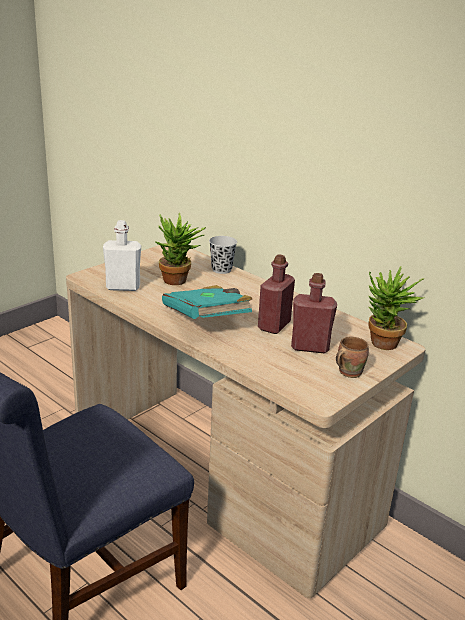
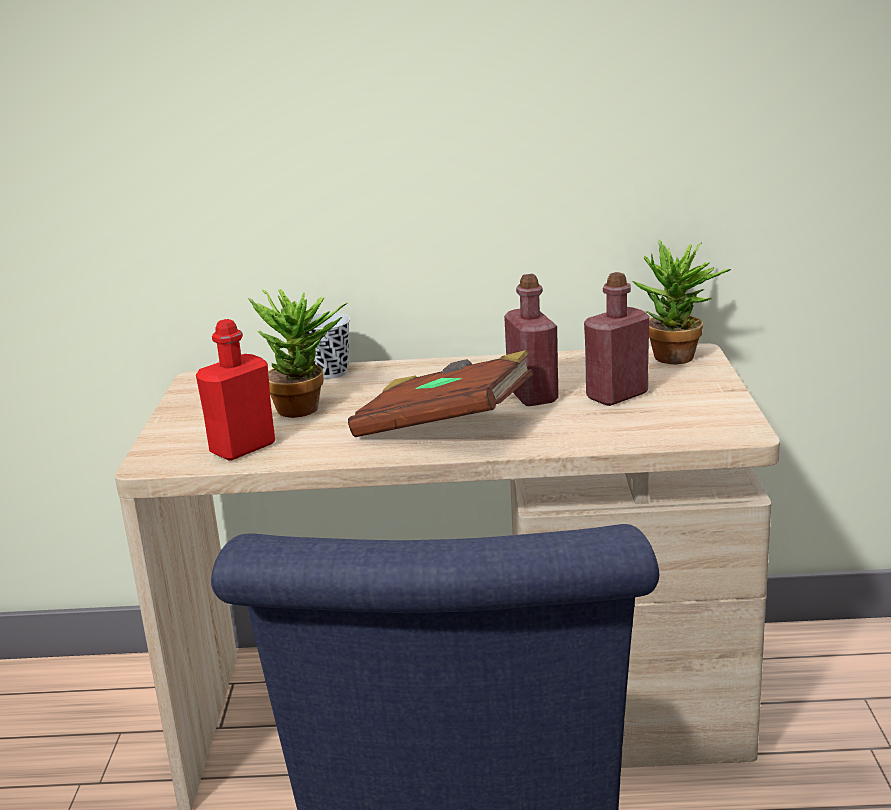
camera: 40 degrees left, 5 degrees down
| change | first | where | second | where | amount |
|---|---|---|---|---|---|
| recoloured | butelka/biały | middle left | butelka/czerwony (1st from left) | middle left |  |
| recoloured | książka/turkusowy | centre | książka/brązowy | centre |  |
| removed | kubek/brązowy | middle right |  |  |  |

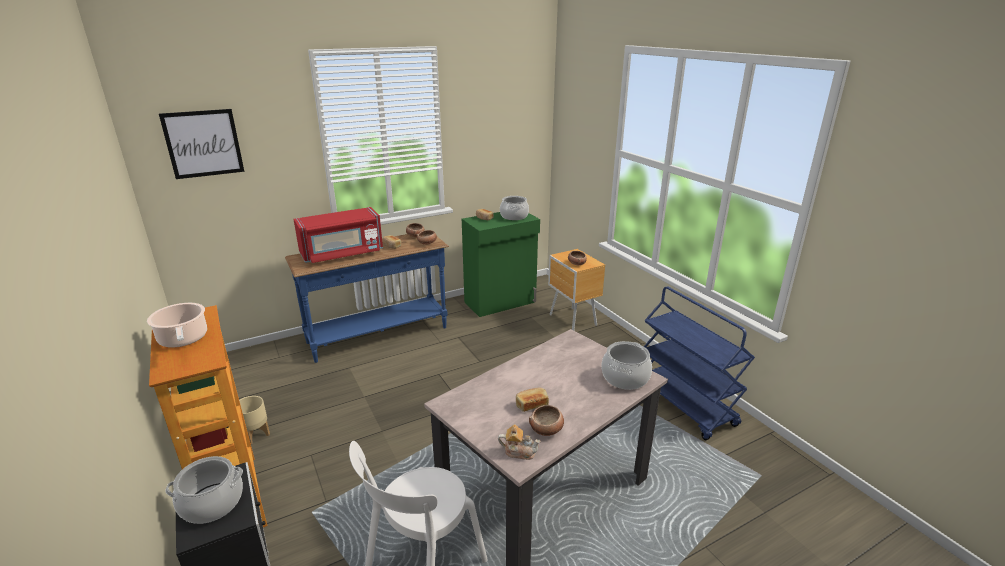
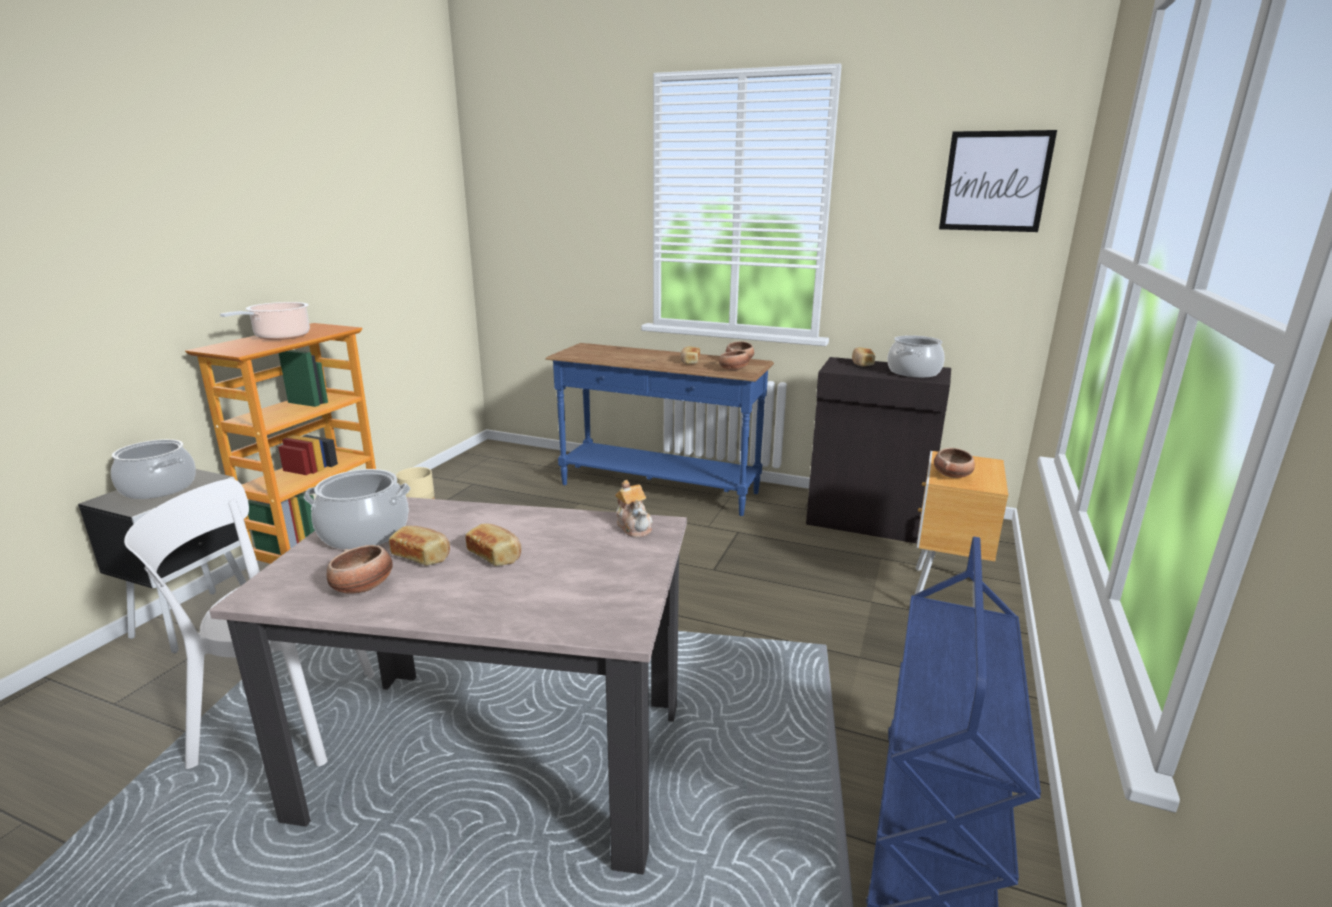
camera: 50 degrees right, 5 degrees down
| change | first | where | second | where | amount |
|---|---|---|---|---|---|
| moved | obraz | top left |  | top right |  |
| removed | mikrofalówka/czerwony | centre |  |  |  |
| recoloured | szafka/zielony | centre | szafka/czarny | centre |  |
| moved | garnek (4th from left in the first image) | centre | garnek (3rd from left) | middle left |  |
| moved | imbryk | bottom centre |  | centre |  |
| added |  |  | chleb (2nd from left) | centre |  |

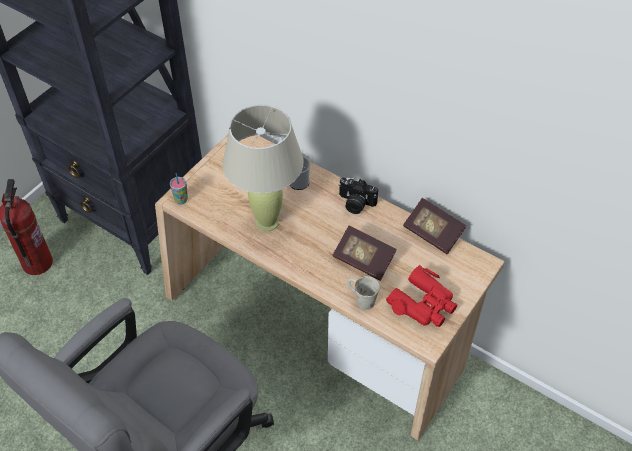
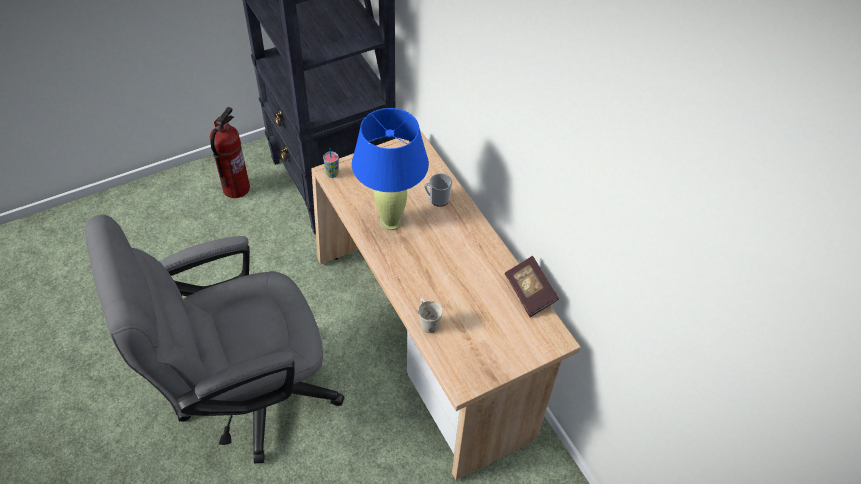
camera: 25 degrees right, 0 degrees up
| change | first | where | second | where | amount |
|---|---|---|---|---|---|
| recoloured | lampa stołowa/beżowy | centre | lampa stołowa/niebieski | centre |  |
| removed | aparat fotograficzny | centre |  |  |  |
| removed | książka (1st from left) | centre |  |  |  |
| removed | lornetka/czerwony | centre |  |  |  |

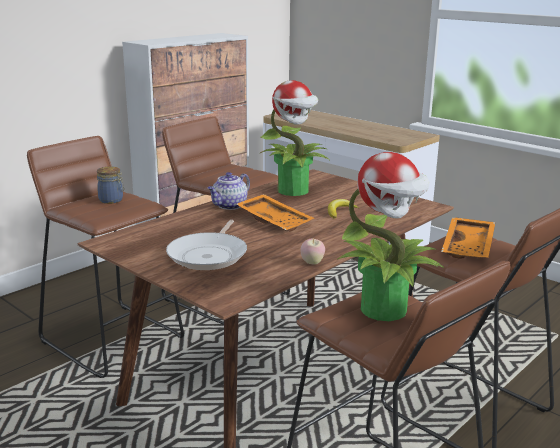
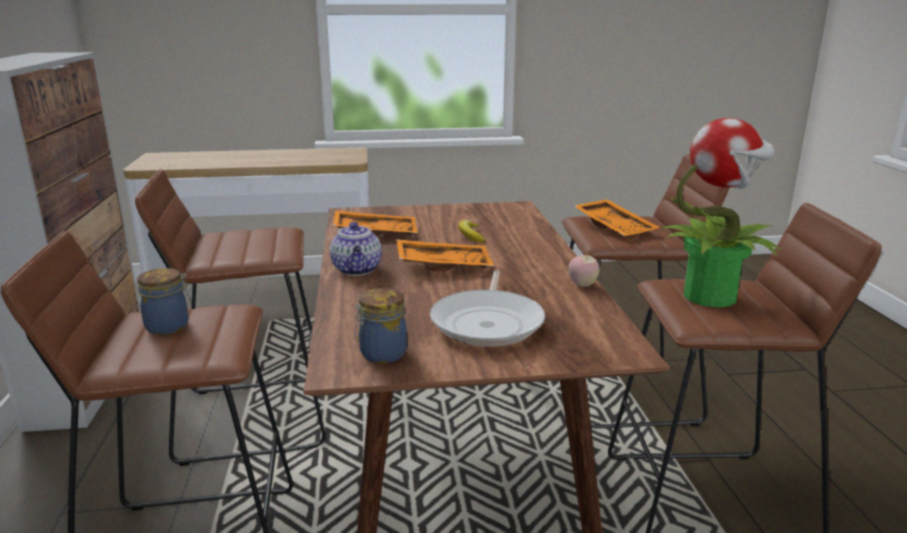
camera: 50 degrees left, 0 degrees up
| change | first | where | second | where | amount |
|---|---|---|---|---|---|
| replaced | roślina doniczkowa (1st from left) | top centre | taca/pomarańczowy (1st from left) | centre |  |
| turned | patelnia | centre |  | centre | 45 degrees clockwise |
| added |  |  | słoik (2nd from left) | centre |  |

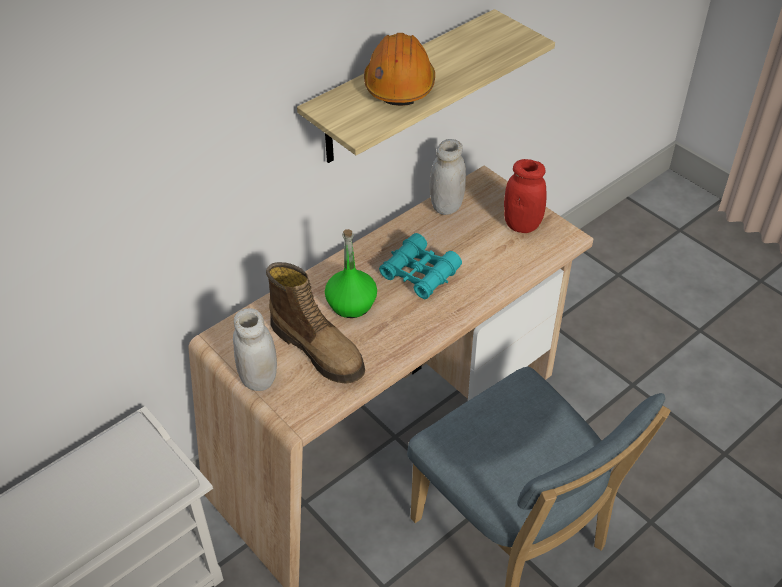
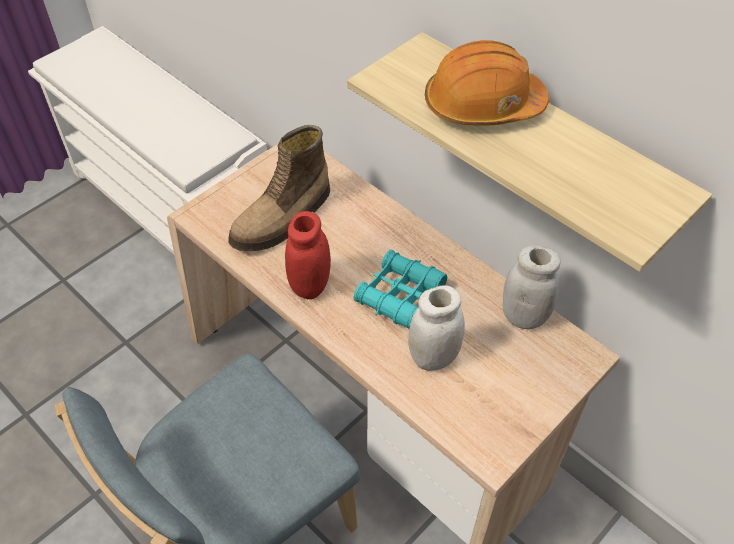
camera: 85 degrees right, 5 degrees up
| change | first | where | second | where | amount |
|---|---|---|---|---|---|
| moved | słoik/czerwony | middle right |  | centre |  |
| removed | butelka/zielony | centre |  |  |  |
| moved | słoik/biały (1st from left) | middle left |  | centre |  |

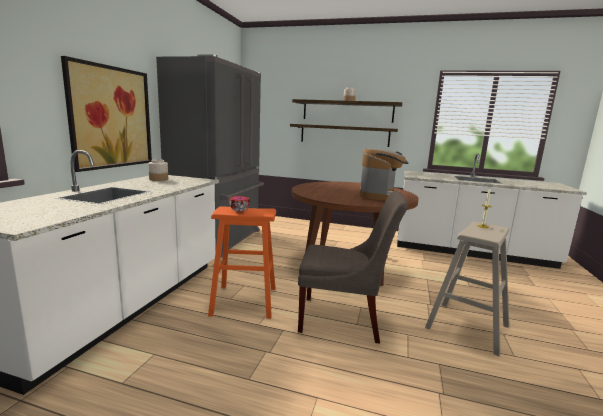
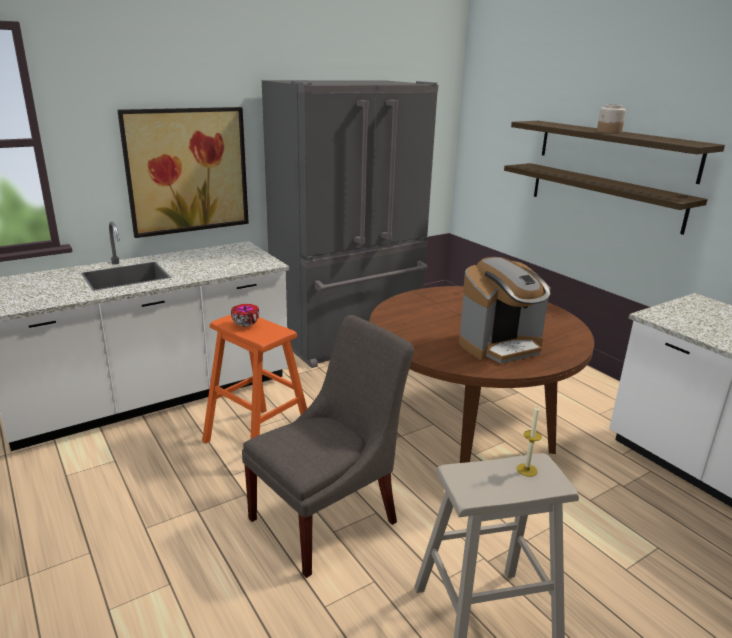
camera: 40 degrees right, 10 degrees up
| change | first | where | second | where | amount |
|---|---|---|---|---|---|
| removed | słoik (1st from left) | middle left |  |  |  |
| turned | krzesło/szary | centre |  | bottom centre | 90 degrees counterclockwise |

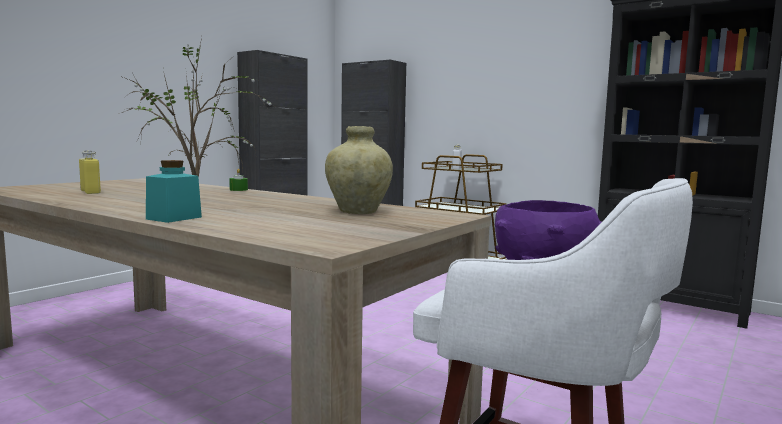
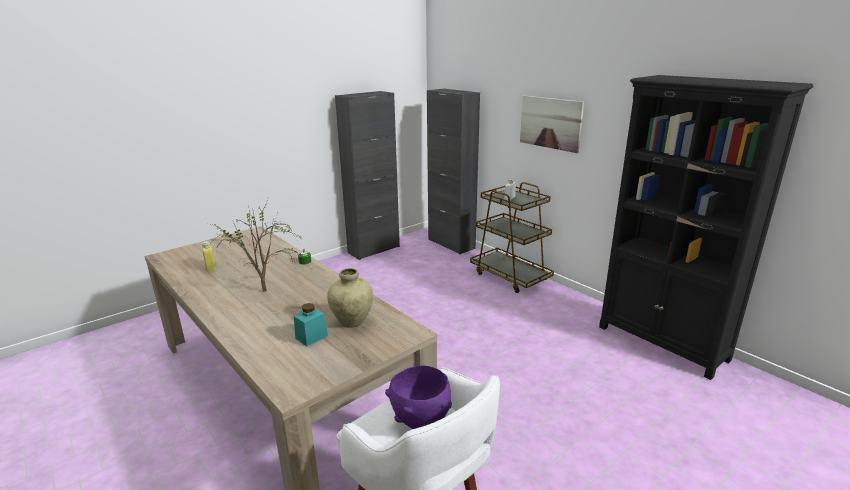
camera: 15 degrees right, 15 degrees up
| change | first | where | second | where | amount |
|---|---|---|---|---|---|
| moved | słoik/turkusowy | middle left |  | centre |  |
| added |  |  | obraz | top centre |  |

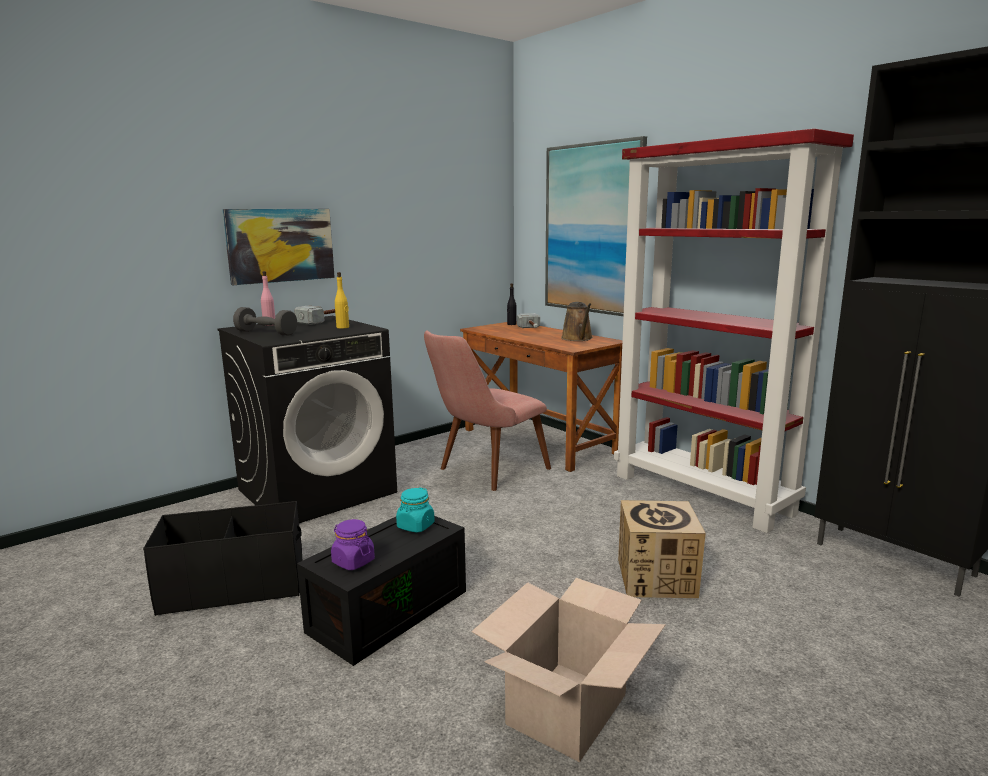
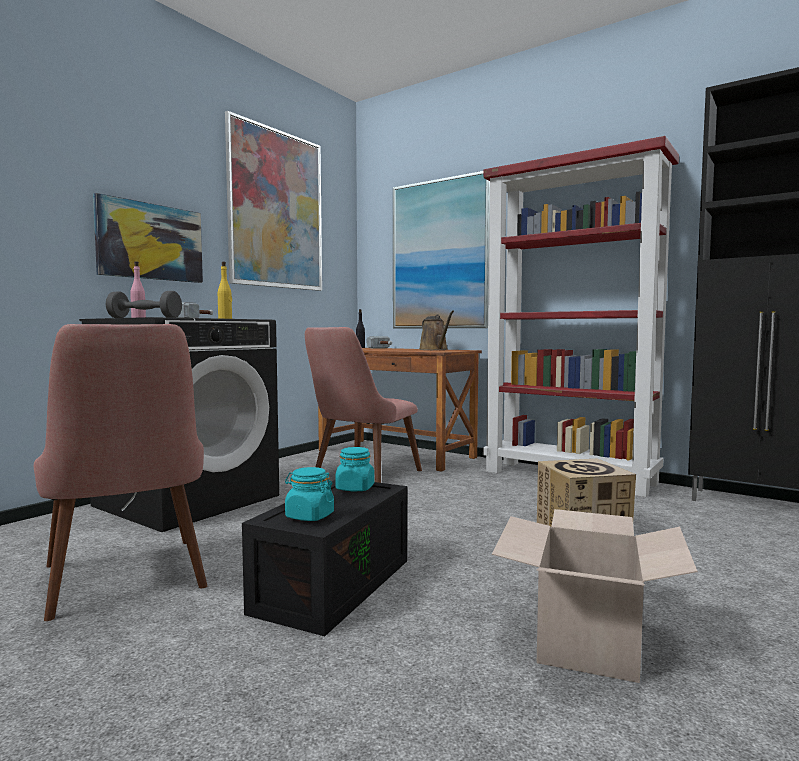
camera: 15 degrees left, 10 degrees down
| change | first | where | second | where | amount |
|---|---|---|---|---|---|
| replaced | pojemnik do przechowywania/czarny (1st from left) | bottom left | krzesło/różowy (1st from left) | middle left |  |
| recoloured | słoik/fioletowy | bottom centre | słoik/turkusowy (1st from left) | centre |  |
| added |  |  | obraz (2nd from left) | top centre |  |

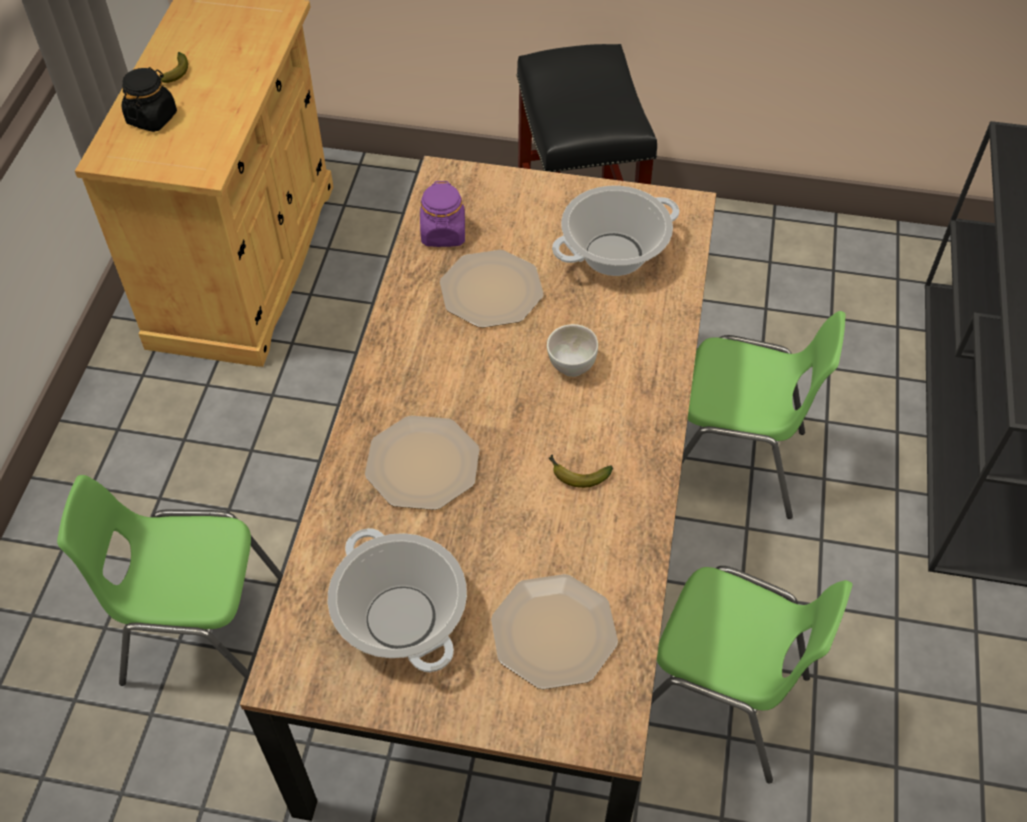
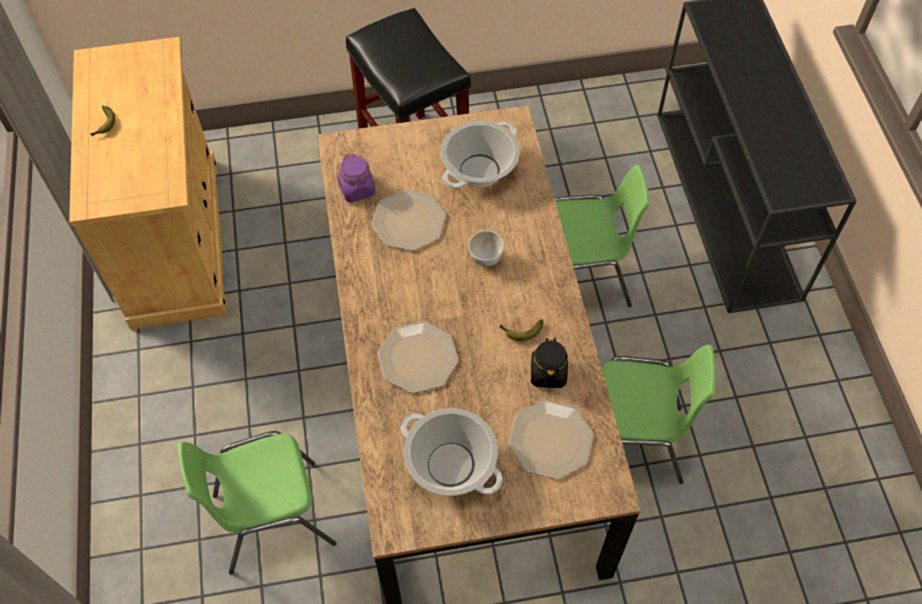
camera: 20 degrees left, 5 degrees up
| change | first | where | second | where | amount |
|---|---|---|---|---|---|
| moved | słoik/czarny | top left |  | centre |  |

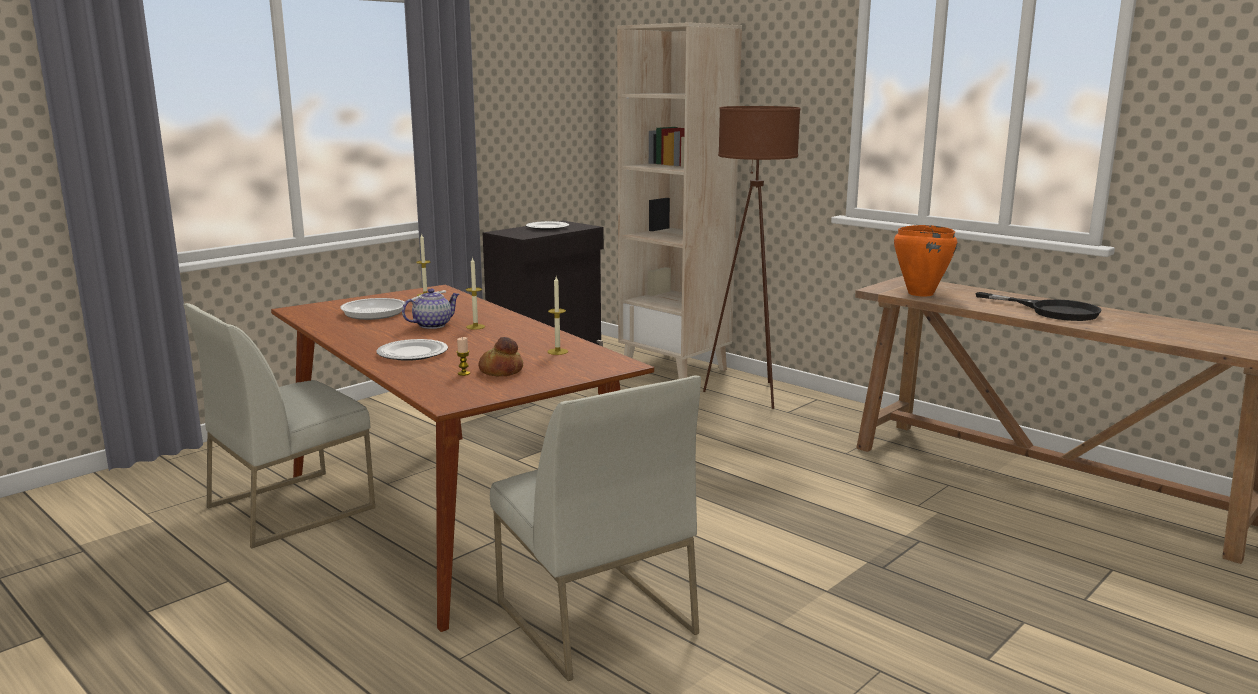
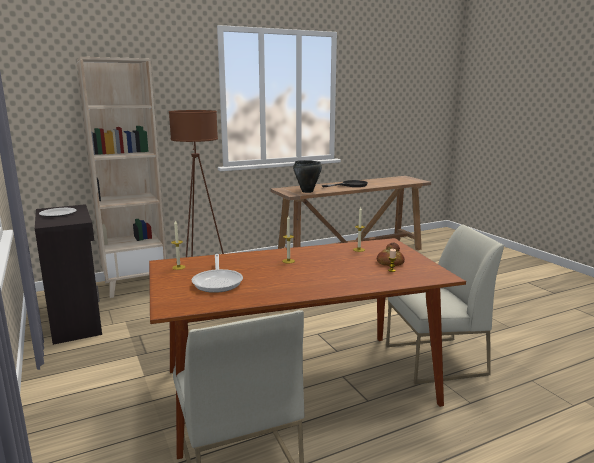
camera: 70 degrees left, 0 degrees up
| change | first | where | second | where | amount |
|---|---|---|---|---|---|
| recoloured | garnek/pomarańczowy | middle right | garnek/czarny | centre |  |
| removed | imbryk | centre |  |  |  |
| removed | talerz (1st from left) | middle left |  |  |  |

